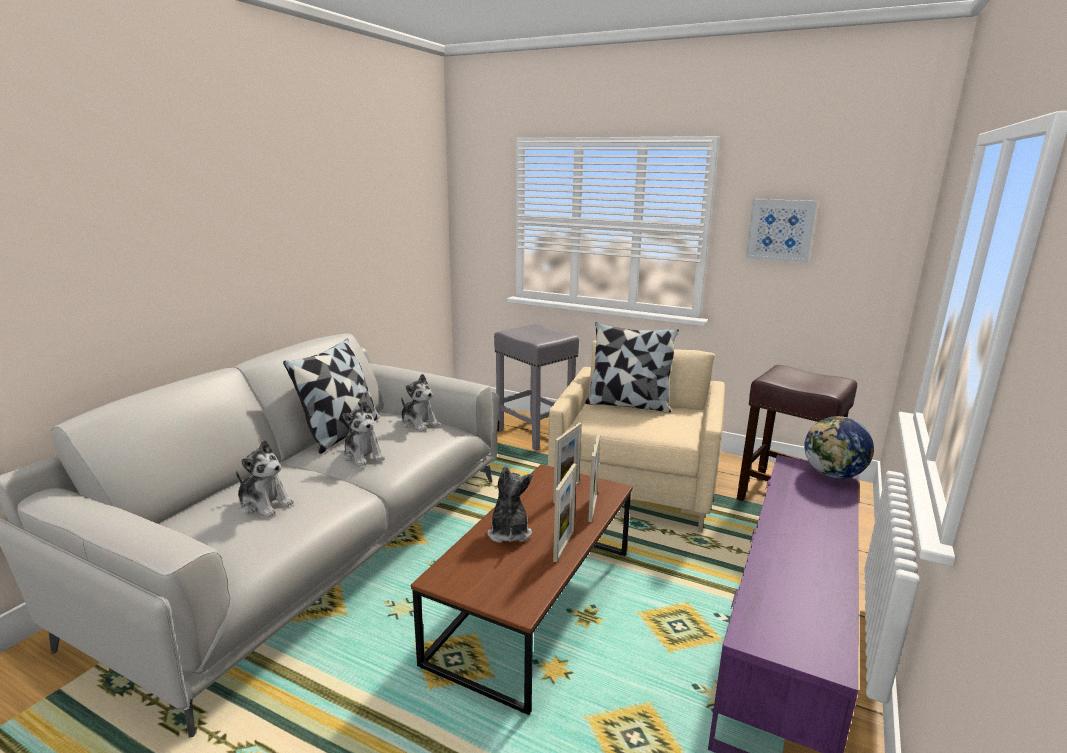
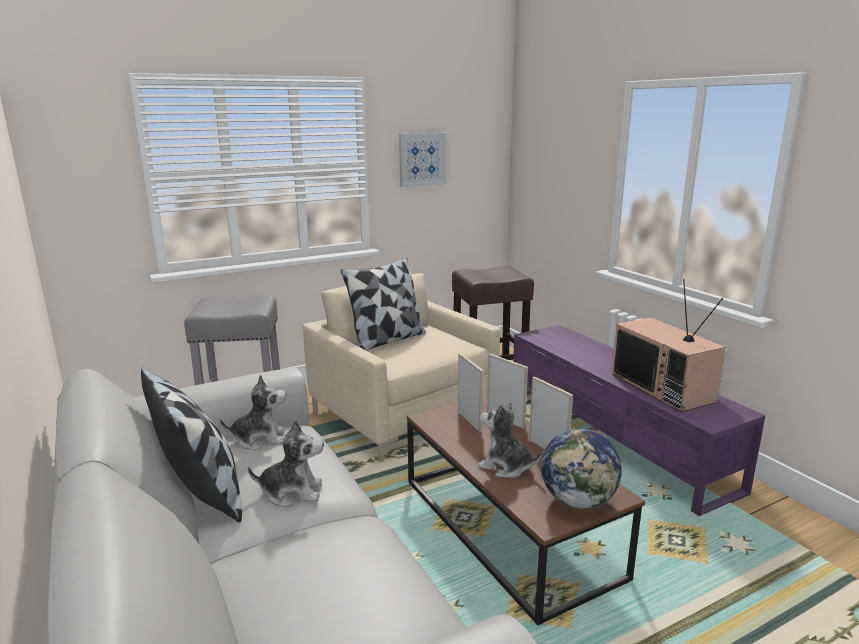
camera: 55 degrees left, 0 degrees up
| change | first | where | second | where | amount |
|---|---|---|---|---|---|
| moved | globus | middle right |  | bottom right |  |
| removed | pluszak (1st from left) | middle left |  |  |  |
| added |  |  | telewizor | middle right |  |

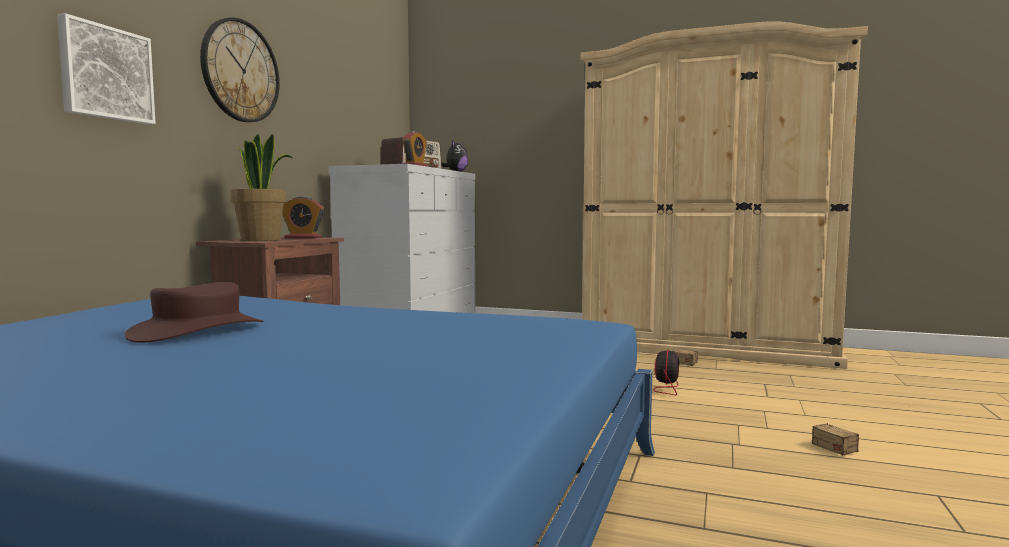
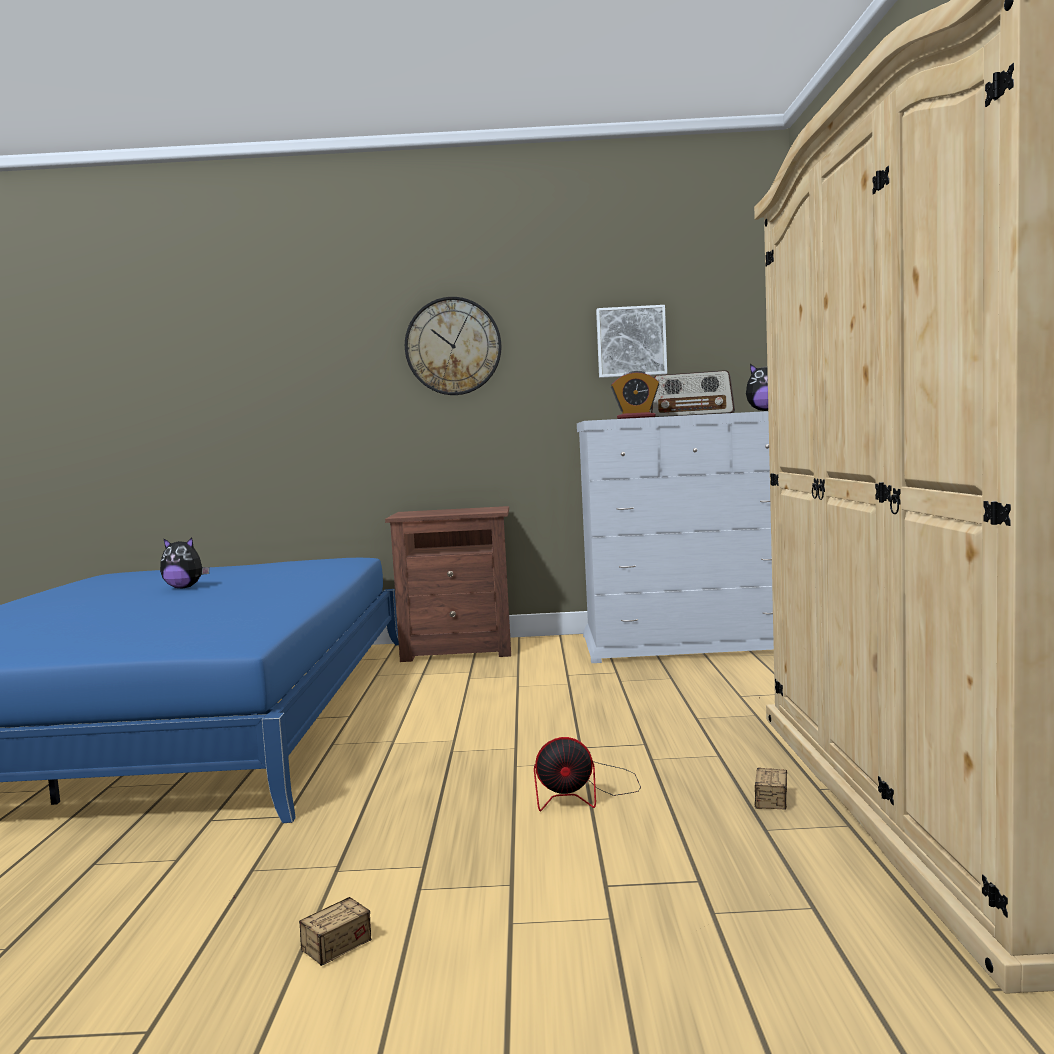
camera: 70 degrees right, 0 degrees up
| change | first | where | second | where | amount |
|---|---|---|---|---|---|
| moved | obraz | top left |  | top centre |  |
| removed | roślina doniczkowa | middle left |  |  |  |
| removed | budzik (1st from left) | middle left |  |  |  |
| replaced | kapelusz/brązowy | middle left | pluszak (1st from left) | middle left |  |

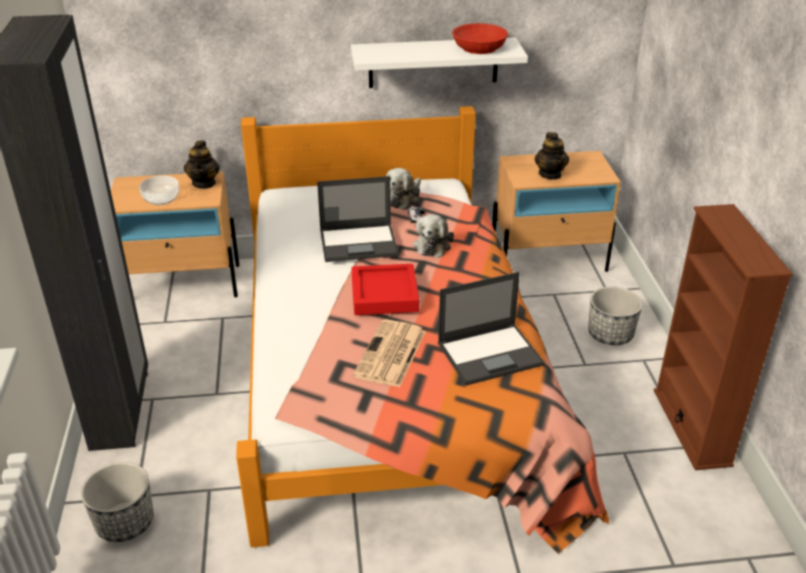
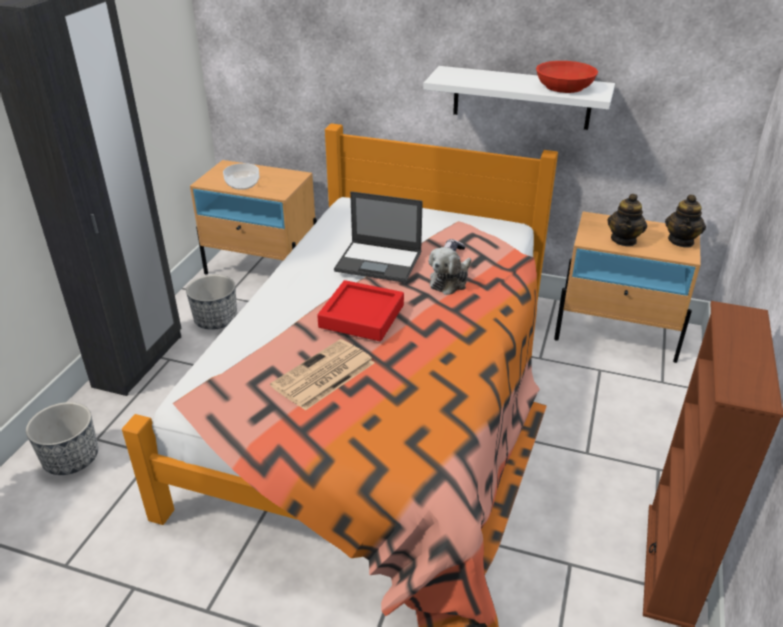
camera: 25 degrees right, 0 degrees up
| change | first | where | second | where | amount |
|---|---|---|---|---|---|
| moved | imbryk (1st from left in the first image) | top left | imbryk (2nd from left) | middle right |  |
| removed | pluszak (1st from left) | top centre |  |  |  |
| removed | laptop (2nd from left) | centre |  |  |  |
| moved | donica (2nd from left) | middle right |  | middle left |  |

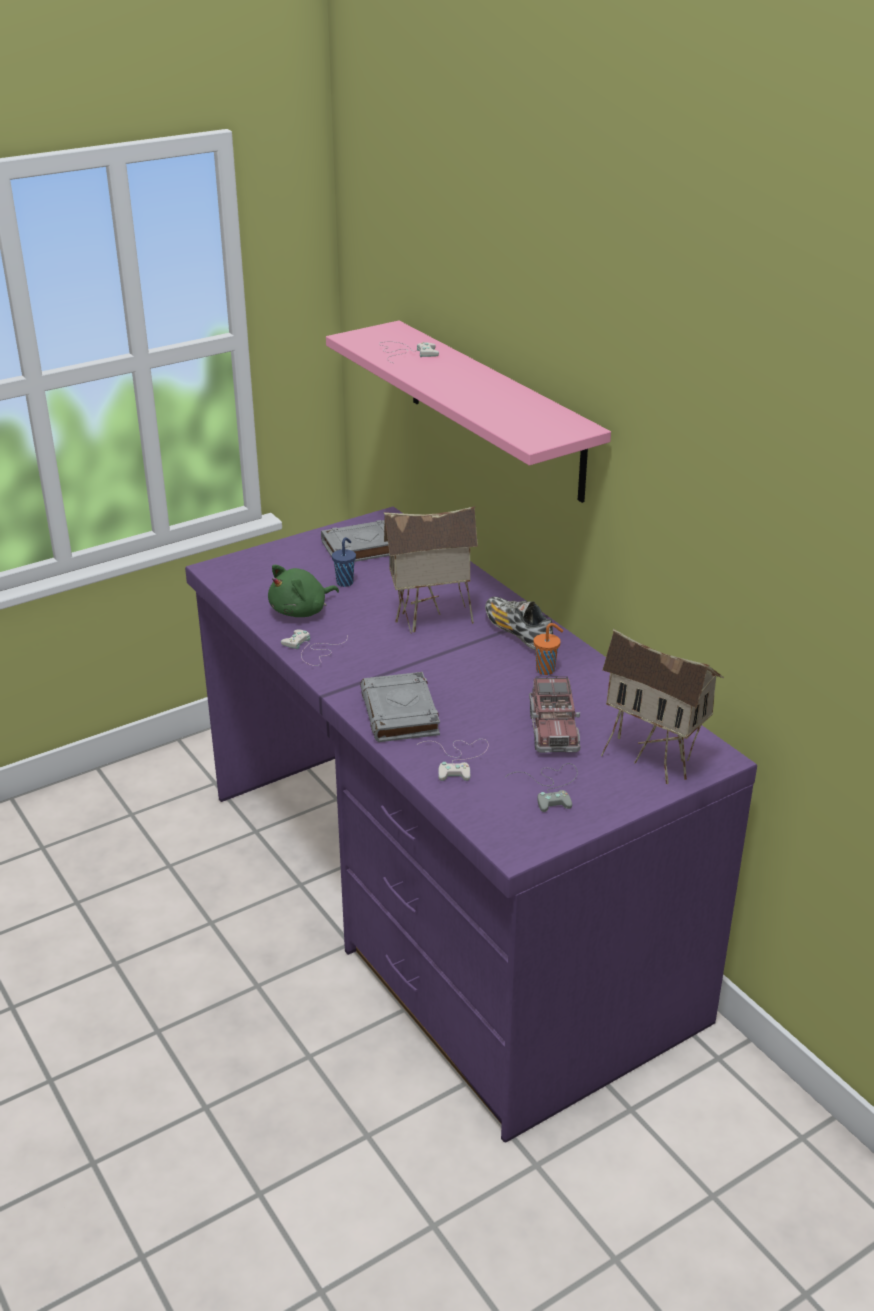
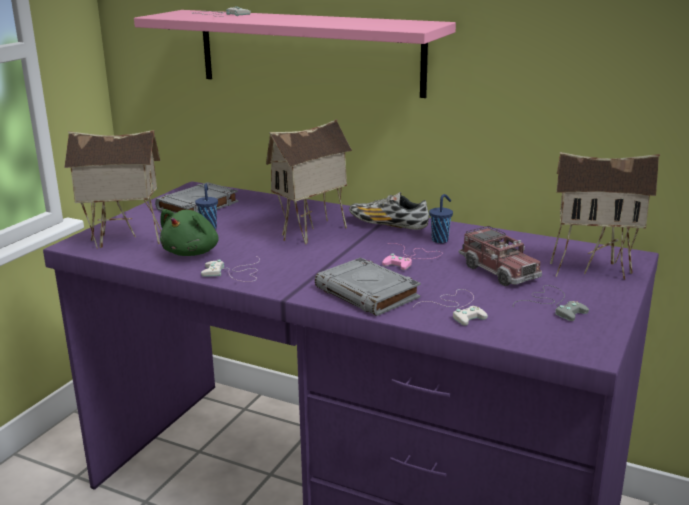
camera: 30 degrees left, 10 degrees down
| change | first | where | second | where | amount |
|---|---|---|---|---|---|
| recoloured | filiżanka/pomarańczowy | centre | filiżanka/niebieski (2nd from left) | centre |  |
| added |  |  | domek (1st from left) | middle left |  |
| added |  |  | pad do gier/różowy | centre |  |

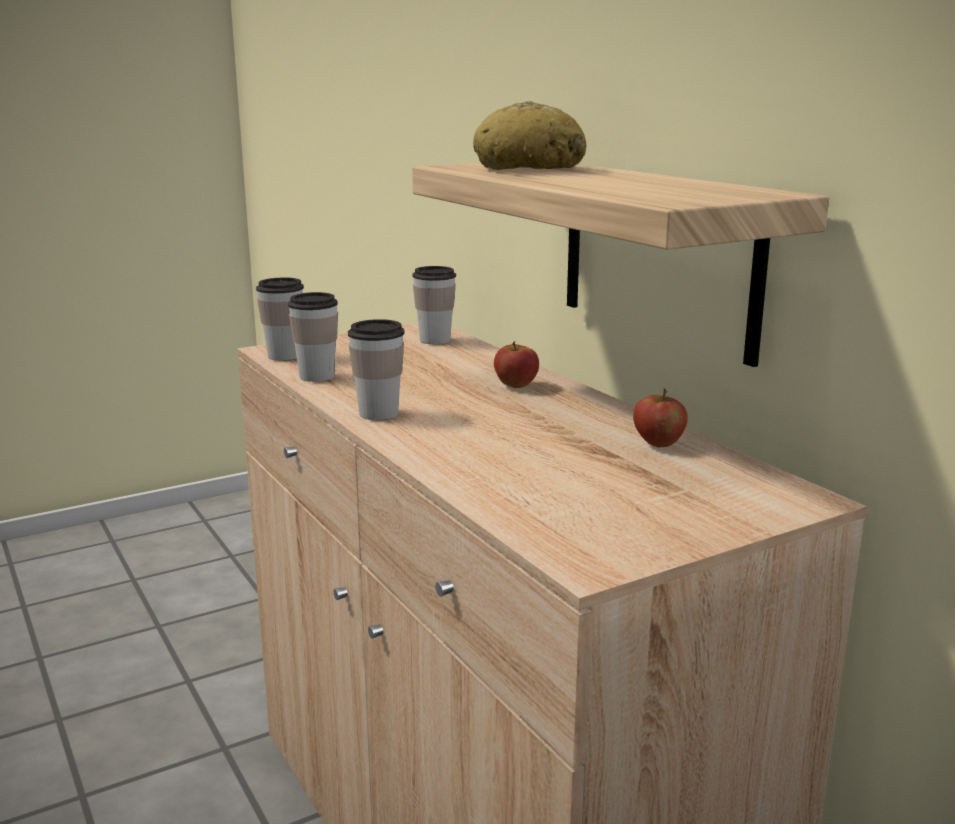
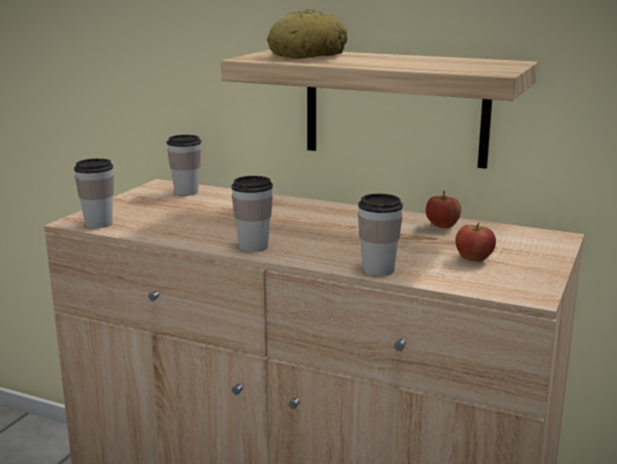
camera: 35 degrees left, 0 degrees up
| change | first | where | second | where | amount |
|---|---|---|---|---|---|
| moved | filiżanka (2nd from left in the first image) | middle left | filiżanka (4th from left) | centre |  |
| moved | jabłko (1st from left in the first image) | centre | jabłko (2nd from left) | middle right |  |

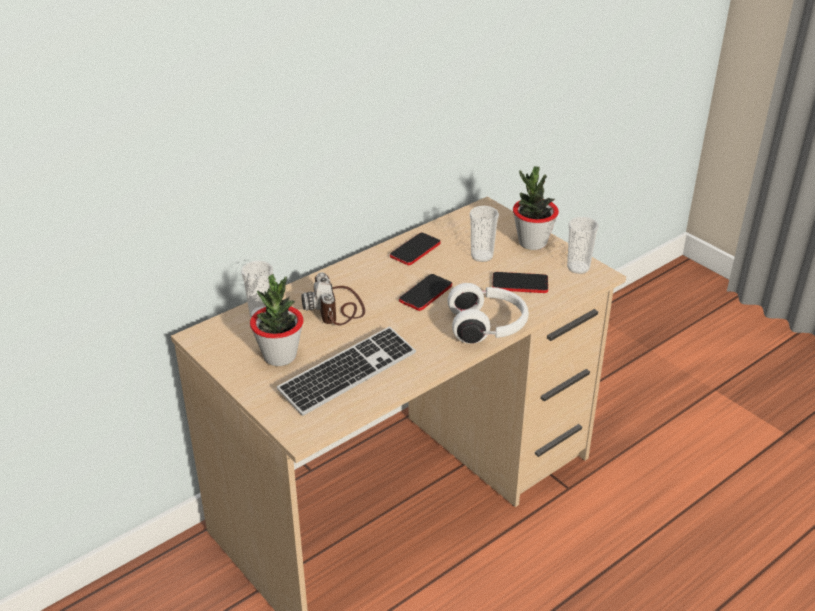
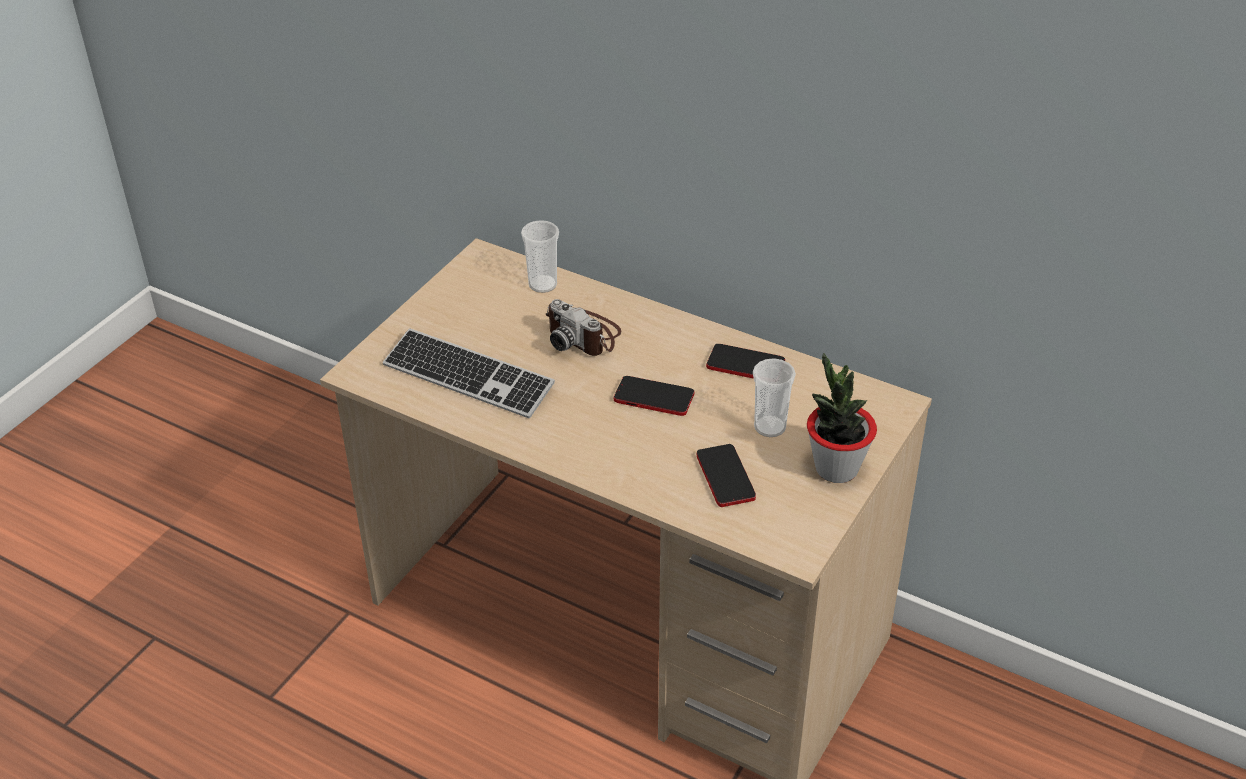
camera: 70 degrees right, 5 degrees up
| change | first | where | second | where | amount |
|---|---|---|---|---|---|
| removed | filiżanka (3rd from left) | middle right |  |  |  |
| turned | aparat fotograficzny | centre |  | centre | 105 degrees counterclockwise |
| removed | roślina doniczkowa (1st from left) | centre |  |  |  |
| removed | słuchawki/biały | centre |  |  |  |

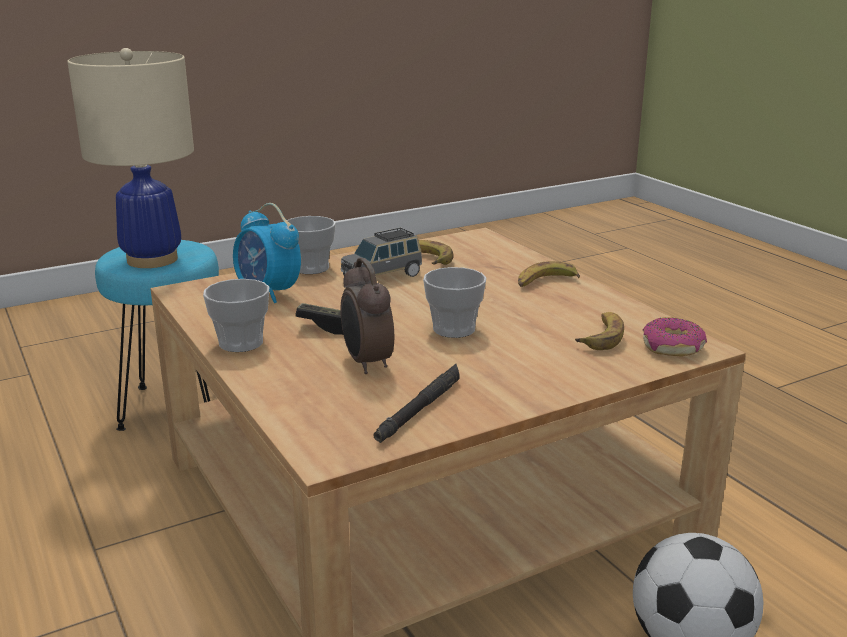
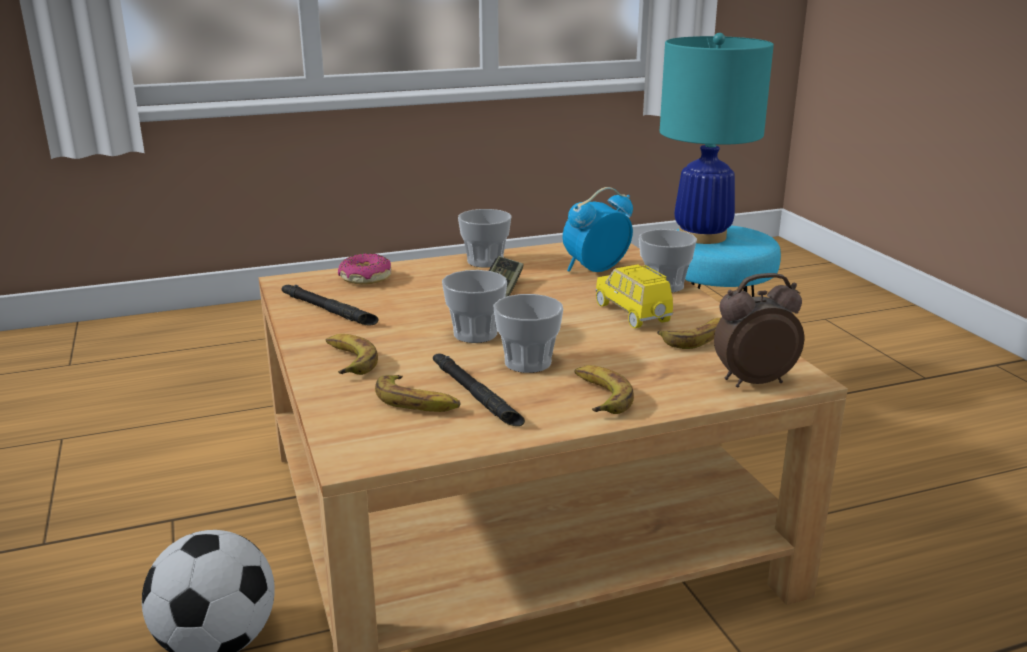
camera: 100 degrees right, 0 degrees up
| change | first | where | second | where | amount |
|---|---|---|---|---|---|
| recoloured | lampa stołowa/beżowy | top left | lampa stołowa/turkusowy | top right |  |
| recoloured | samochodzik/szary | centre | samochodzik/żółty | centre |  |
| moved | budzik (2nd from left) | centre |  | middle right |  |
| moved | donut | middle right |  | centre |  |
| added |  |  | filiżanka (3rd from left) | centre |  |
| added |  |  | banan (1st from left) | centre |  |
| added |  |  | latarka/czarny (2nd from left) | centre |  |

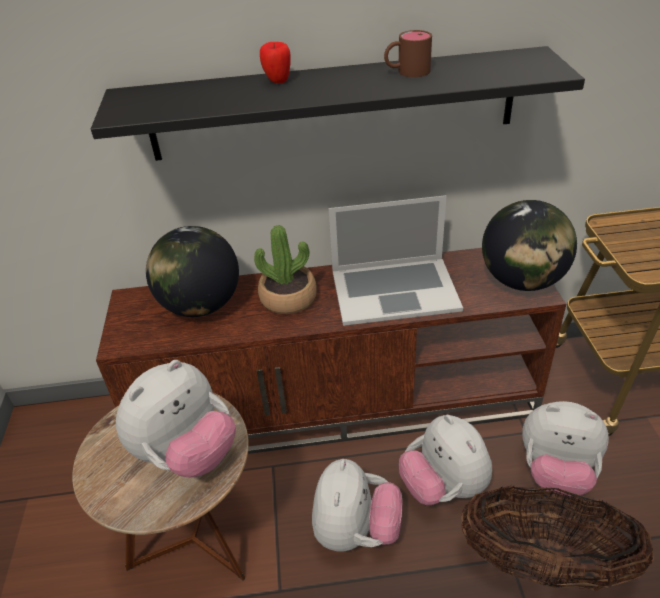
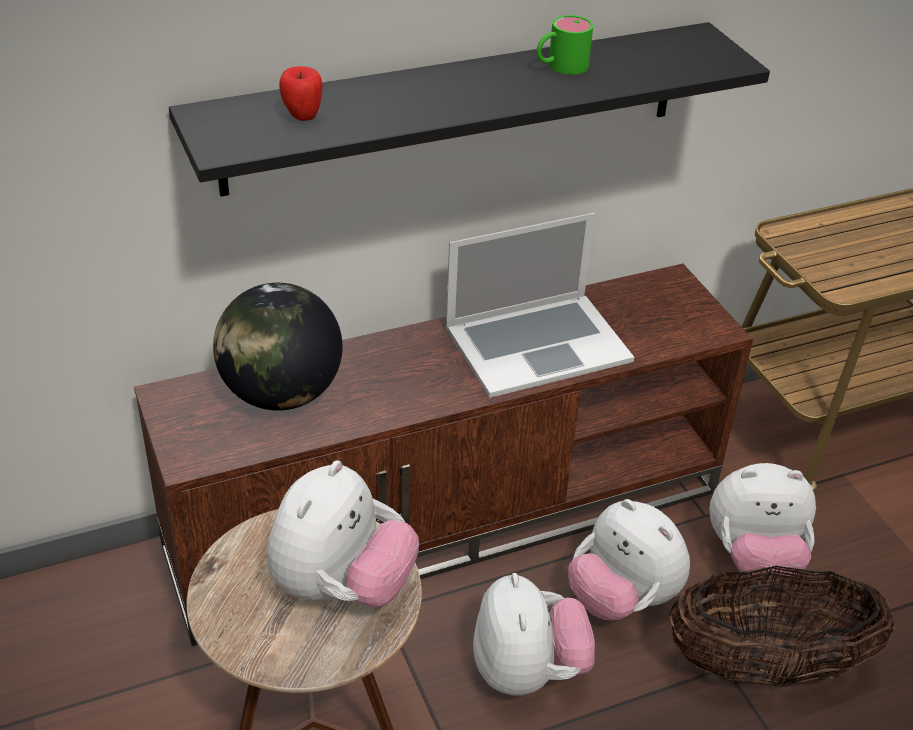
camera: 20 degrees left, 0 degrees up
| change | first | where | second | where | amount |
|---|---|---|---|---|---|
| recoloured | kubek/brązowy | top centre | kubek/zielony | top centre |  |
| moved | jabłko | top centre |  | top left |  |
| removed | globus (2nd from left) | middle right |  |  |  |
| removed | roślina doniczkowa | centre |  |  |  |

